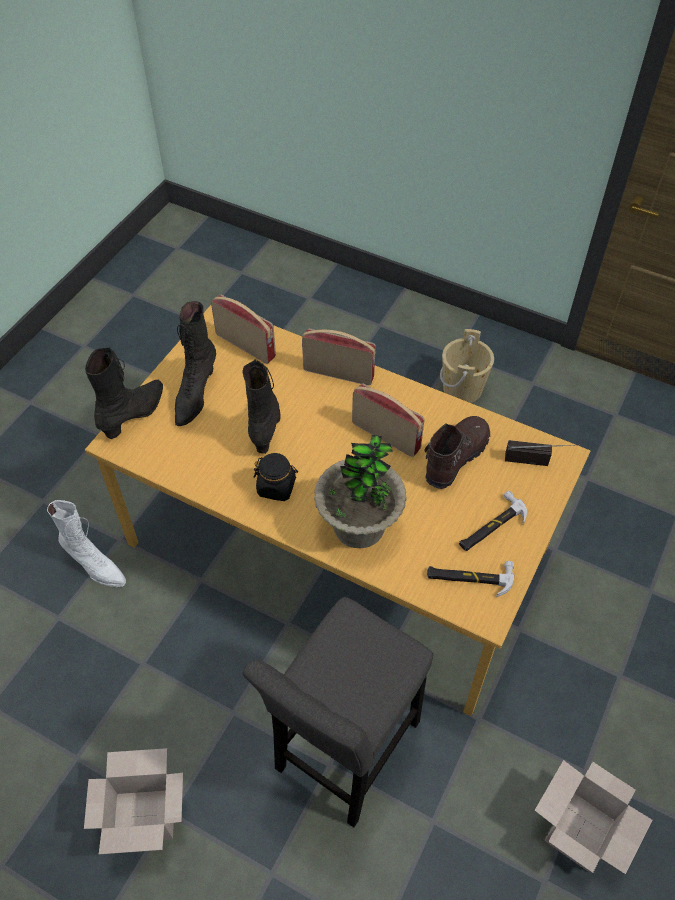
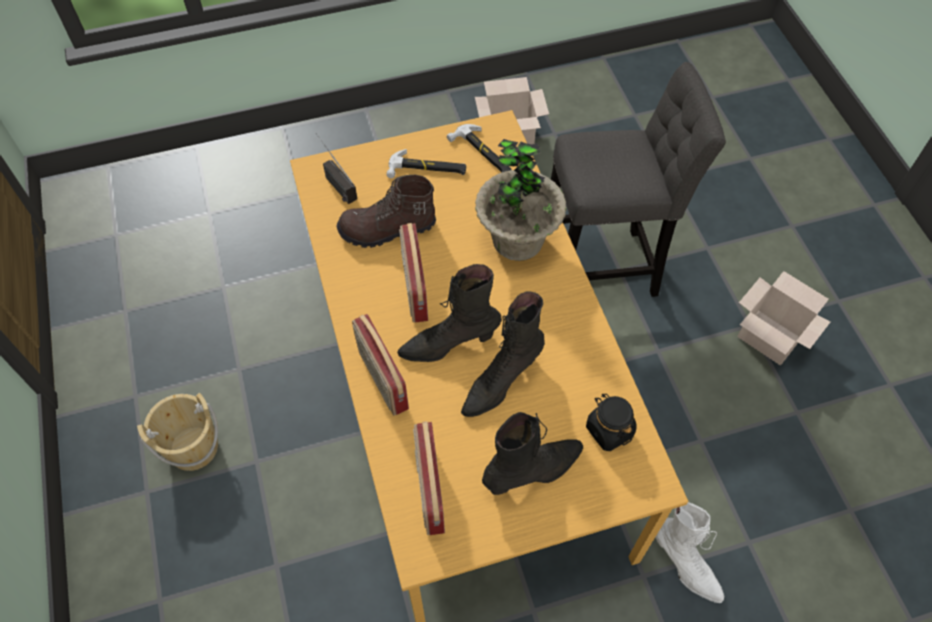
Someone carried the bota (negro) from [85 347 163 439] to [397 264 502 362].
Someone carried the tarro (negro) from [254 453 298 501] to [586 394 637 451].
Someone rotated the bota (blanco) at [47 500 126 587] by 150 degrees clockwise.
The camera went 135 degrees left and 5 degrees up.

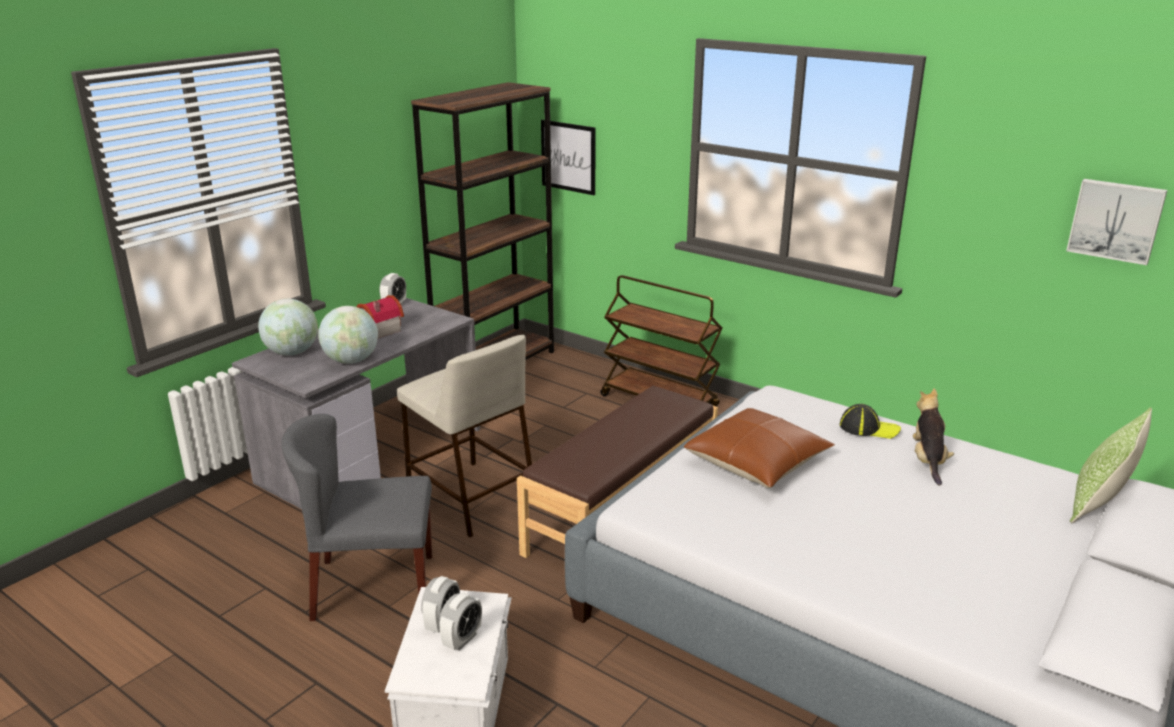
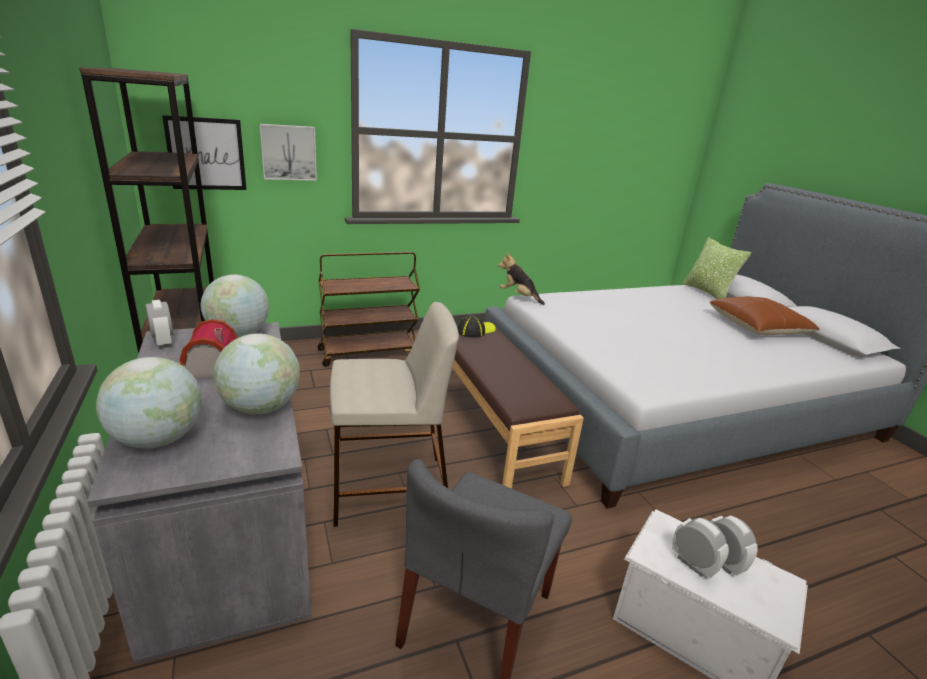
Someone put down the globo terráqueo at [200 275 269 338].
Someone carried the cuadro from [1066 179 1168 265] to [260 124 317 181].
Someone carried the gorra from [840 404 901 439] to [457 315 495 338].
Someone carried the peluche from [913 388 954 486] to [498 253 545 305].
Someone carried the cojín (marrón) from [684 408 835 488] to [709 296 820 335].
The camera went 60 degrees left and 0 degrees up.

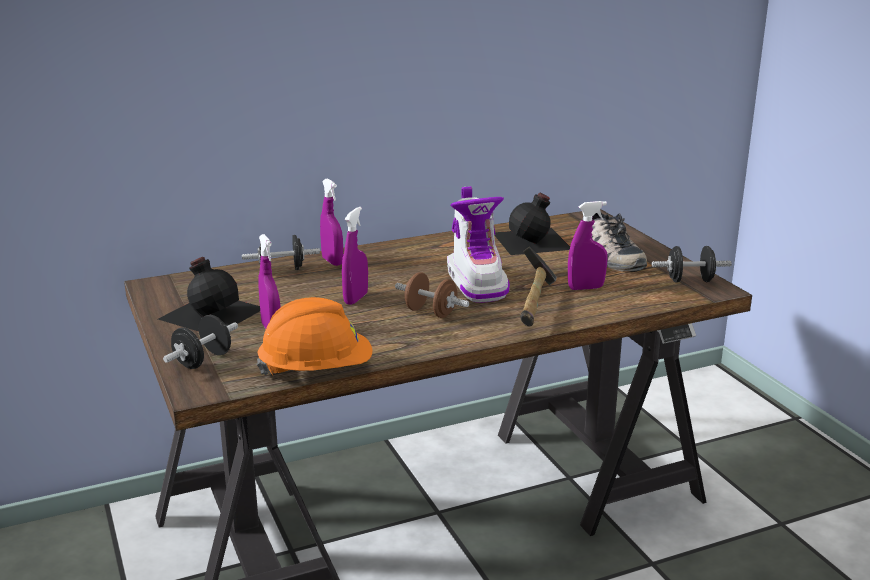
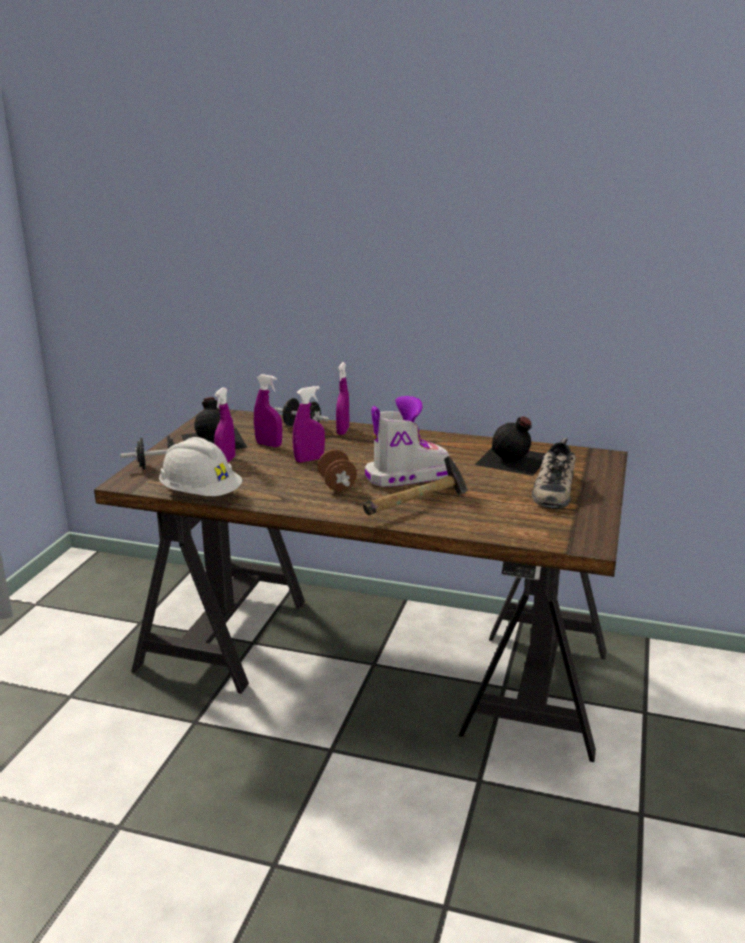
Someone repainted the casco (naranja) at [257 297 372 375], which became the casco (blanco) at [159 437 242 496].
Someone carried the pulverizador (morado) from [568 201 608 290] to [254 374 282 447].
Someone rotated the bota at [447 186 510 303] by 135 degrees counterclockwise.
Someone took away the mancuerna (negro) at [652 246 732 283].
The camera went 40 degrees right and 0 degrees up.

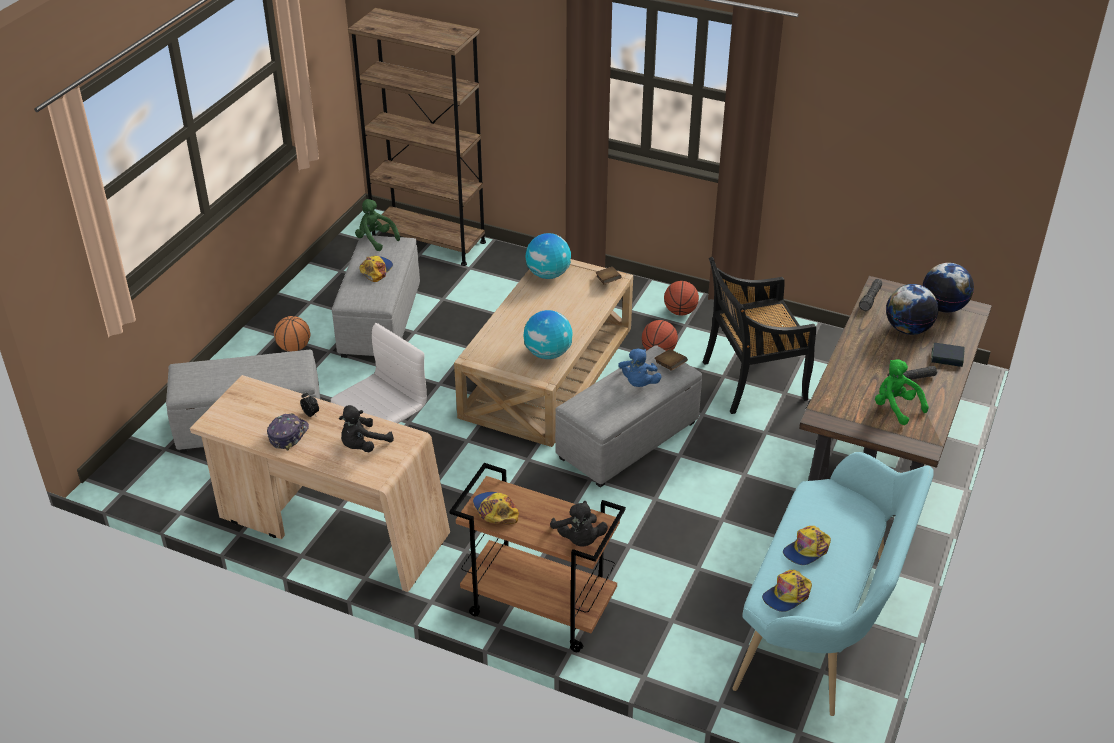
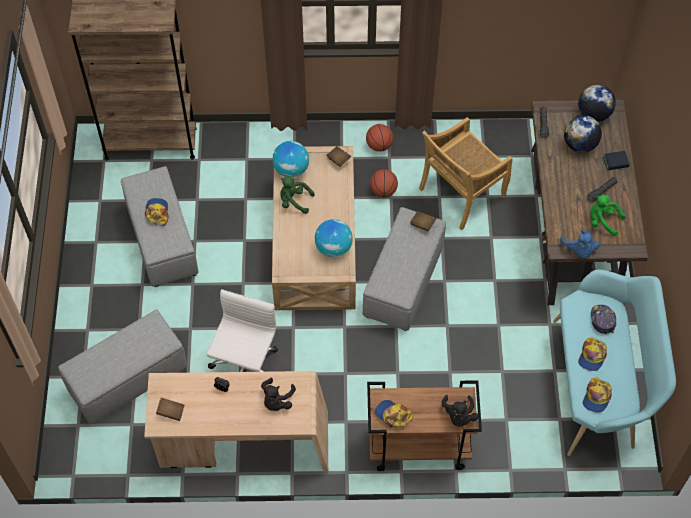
Someone put down the libro (marrón) at [156 398 185 421].
Someone carried the peluche (verde) from [355 199 400 251] to [280 176 315 214].
Someone repainted the silla (negro) at [703 257 816 414], which became the silla (beis) at [419 117 512 230].
Someone rotated the peluche (negro) at [550 501 608 547] by 45 degrees clockwise.
Someone carried the peluche (azul) from [618 348 662 387] to [561 229 600 258].
Someone carried the gorra from [267 413 309 450] to [591 305 616 334].
Someone took away the balón de baloncesto at [274 316 310 352].
The camera went 25 degrees left and 20 degrees up.

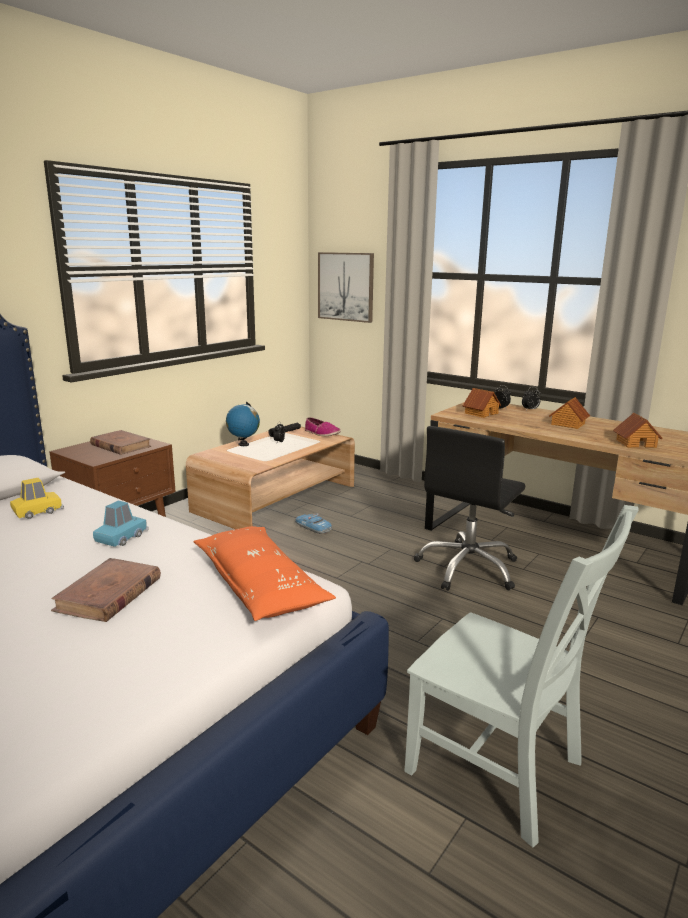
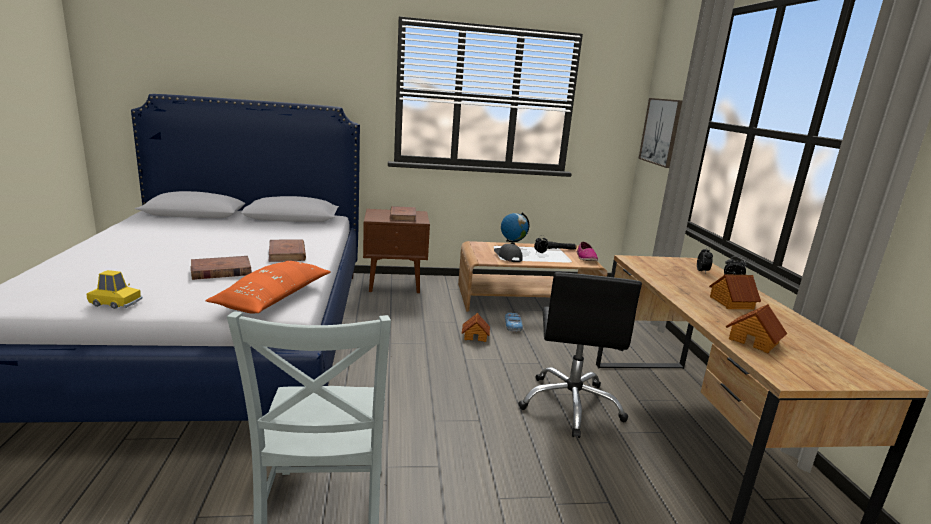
Someone carried the coche de juguete (amarillo) from [10 478 64 519] to [87 270 142 309].
Someone swapped the coche de juguete (azul) at [93 501 149 547] for the libro (marrón) at [268 239 306 262].
Someone carried the casita from [463 388 501 418] to [462 313 490 342].
Someone put down the gorra (gris) at [494 244 523 262].
Someone rotated the silla de oficina (negro) at [414 426 525 591] by 75 degrees counterclockwise.
The camera went 45 degrees right and 0 degrees up.

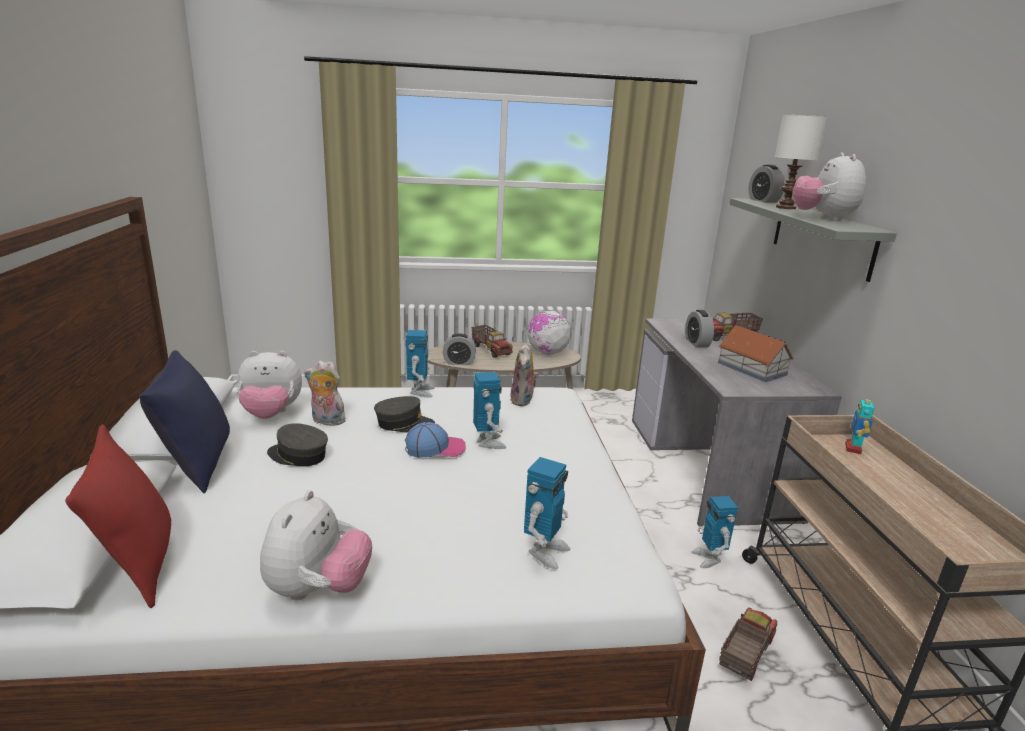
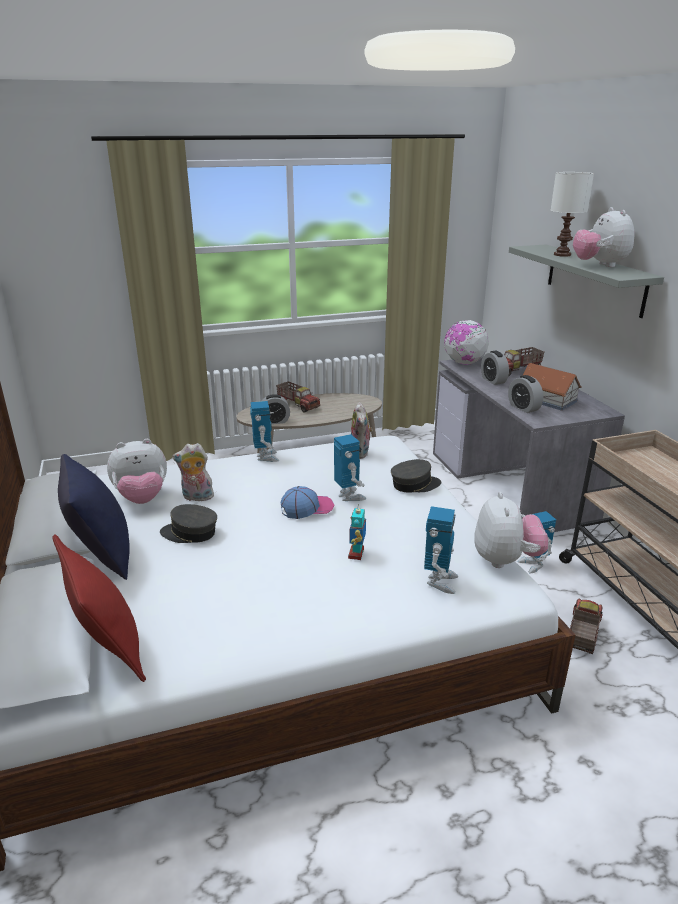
Someone carried the robot de juguete from [845 394 874 454] to [348 507 366 560].
Someone carried the gorra (gris) from [374 396 435 432] to [391 459 441 492].
Someone carried the globo terráqueo from [527 311 571 355] to [444 320 489 364].
Someone carried the peluche from [260 490 372 600] to [474 492 548 568].
Someone carried the despertador from [749 165 785 203] to [508 375 543 413].
The camera went 10 degrees left and 5 degrees up.

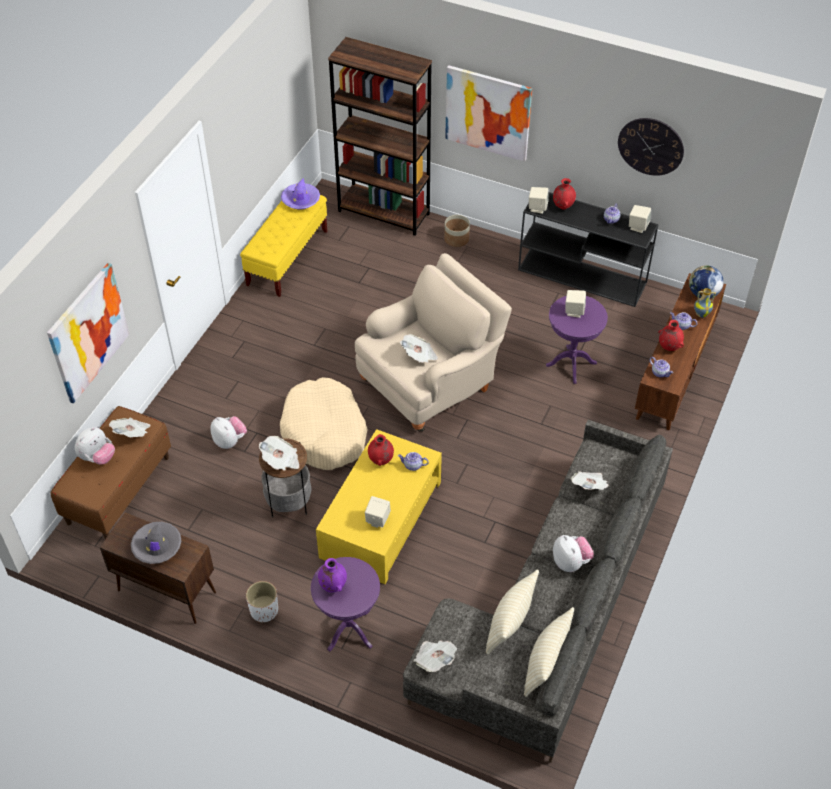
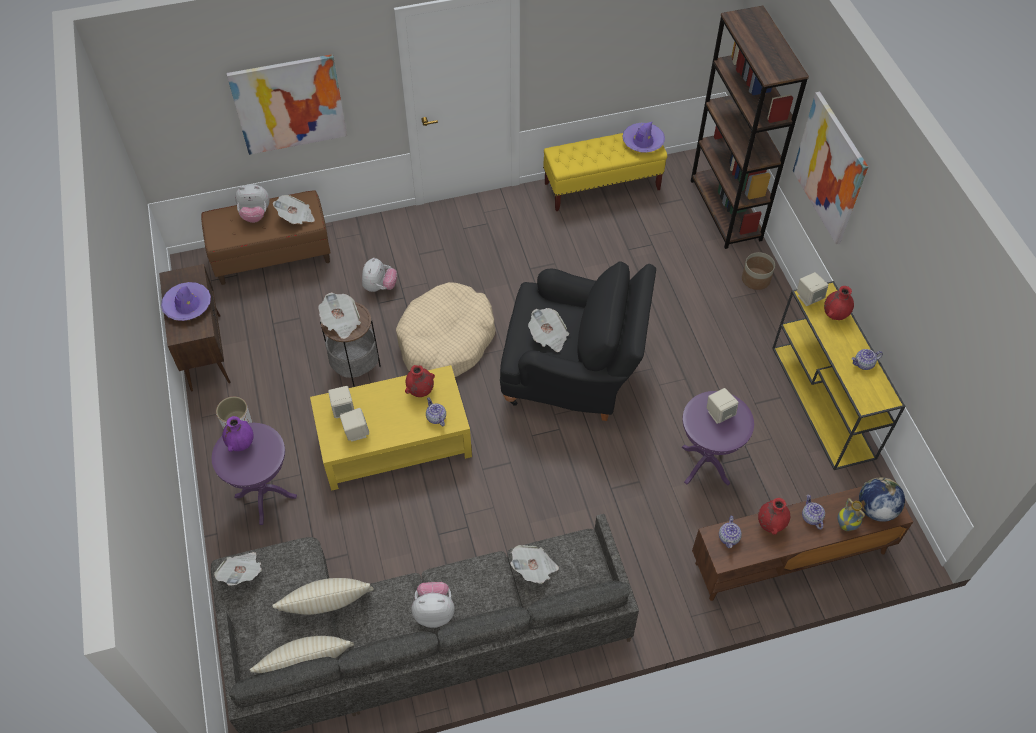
Someone repainted the sombrero (gris) at [131 522 181 564], which became the sombrero (morado) at [161 282 211 321].
Someone carried the altavoz (beis) from [629 205 651 233] to [328 386 354 418].
Someone rotated the peluche at [553 535 594 572] by 120 degrees counterclockwise.
Someone repainted the sillón (beis) at [355 253 512 431], which became the sillón (negro) at [500 261 656 421].
Someone repainted the mesa consola (negro) at [518 192 659 307], which became the mesa consola (amarillo) at [772 281 905 470].
Someone took away the reloj de pared at [618 118 684 176].
The camera went 50 degrees right and 5 degrees up.

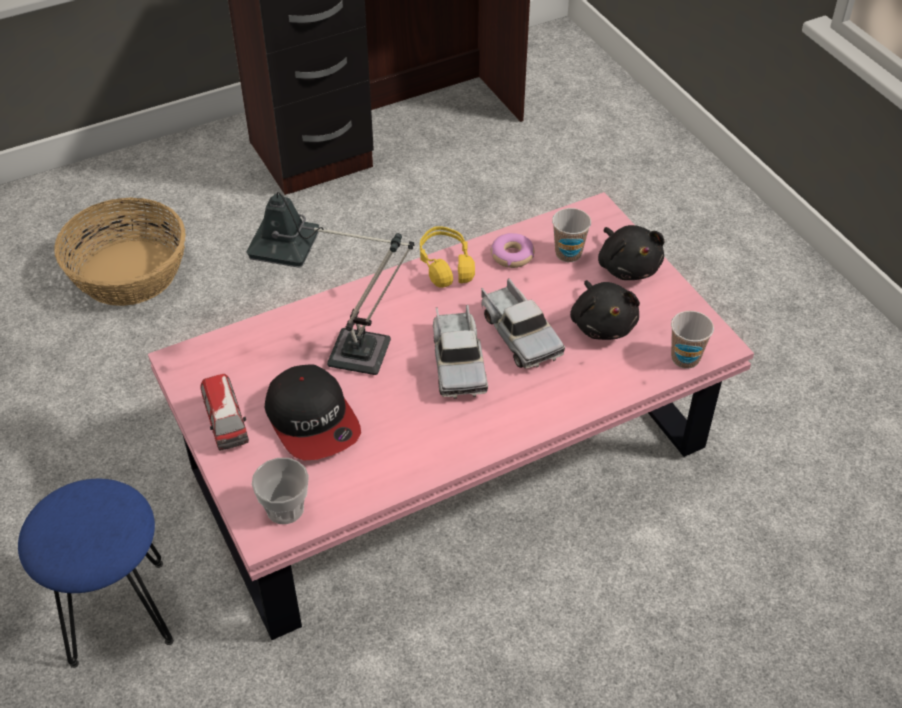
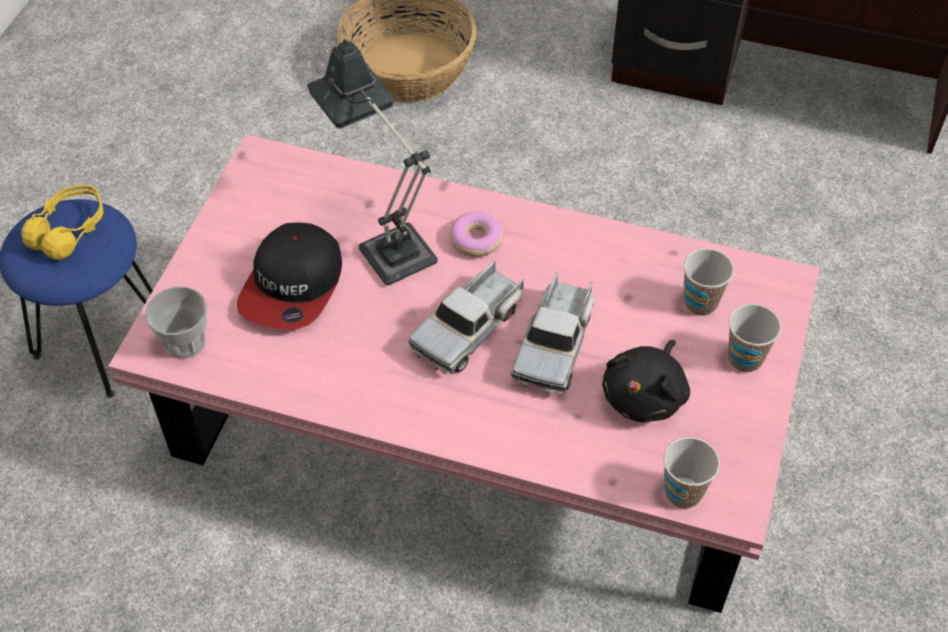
Someone carried the auriculares (amarillo) from [420 226 475 288] to [21 185 103 260].
Someone carried the rosquilla from [490 233 534 268] to [450 211 503 257].
Someone swapped the peluche (negro) at [598 225 665 280] for the taza at [728 304 781 372].
Someone took away the coche de juguete at [200 374 249 451].
The camera went 45 degrees right and 5 degrees up.

